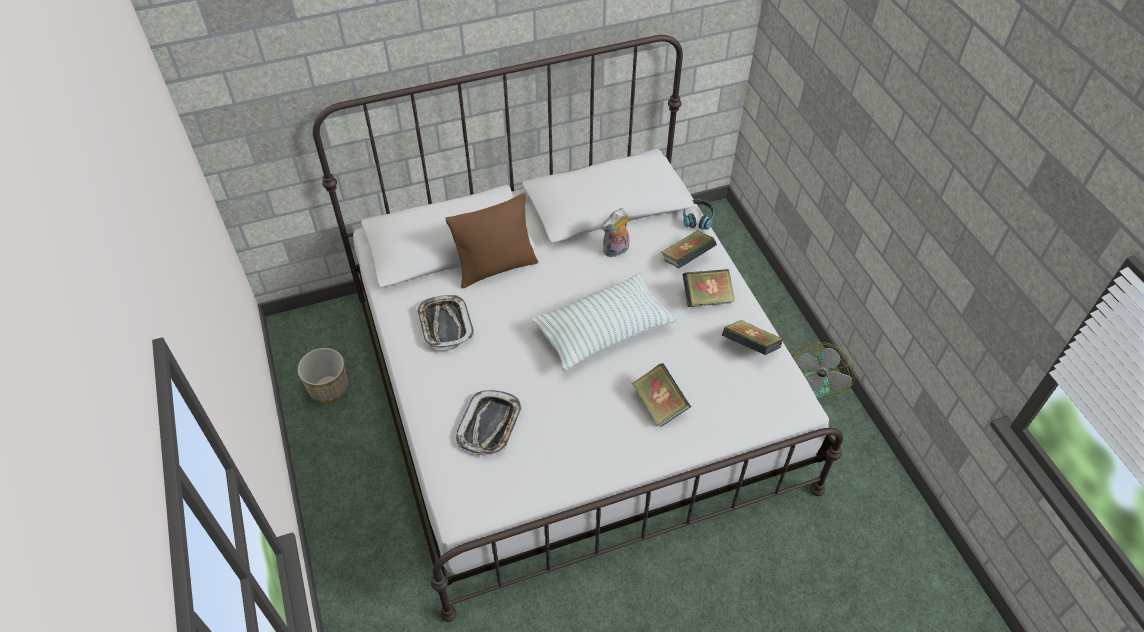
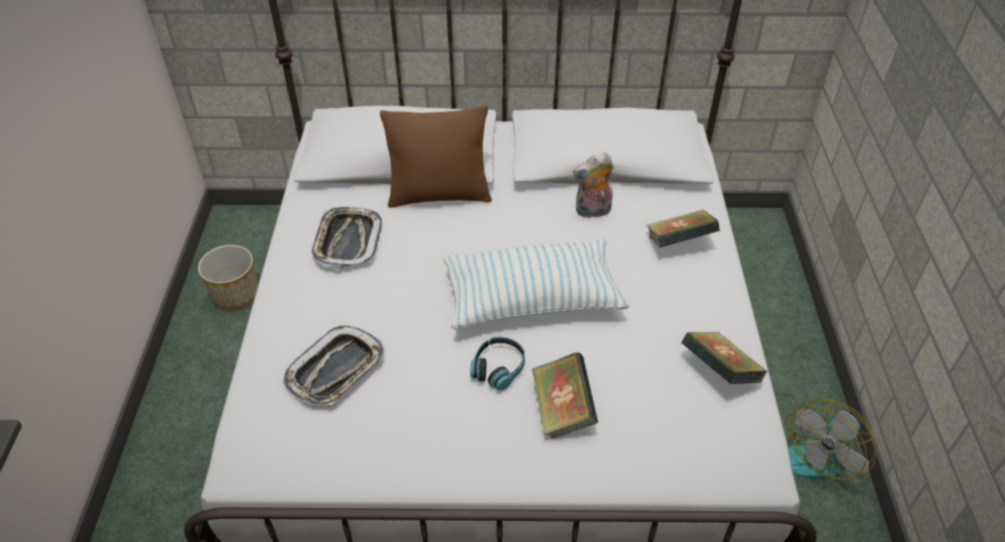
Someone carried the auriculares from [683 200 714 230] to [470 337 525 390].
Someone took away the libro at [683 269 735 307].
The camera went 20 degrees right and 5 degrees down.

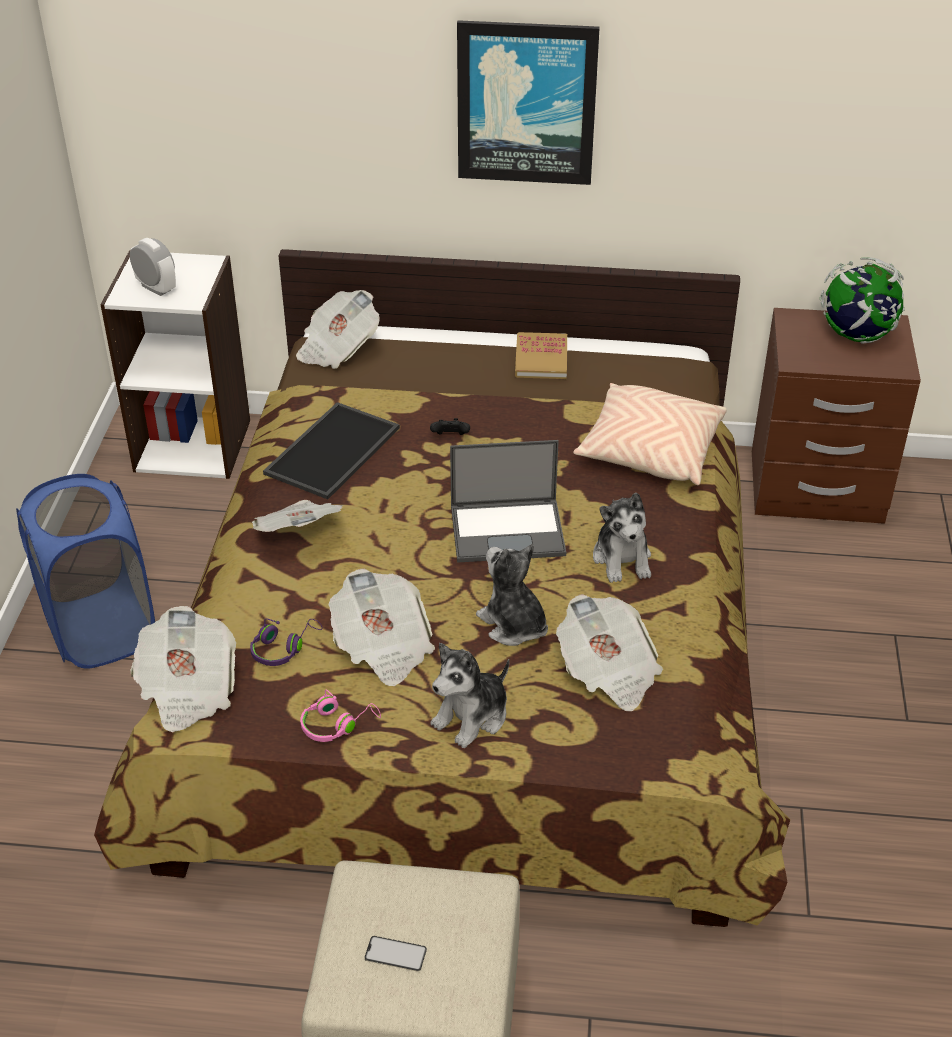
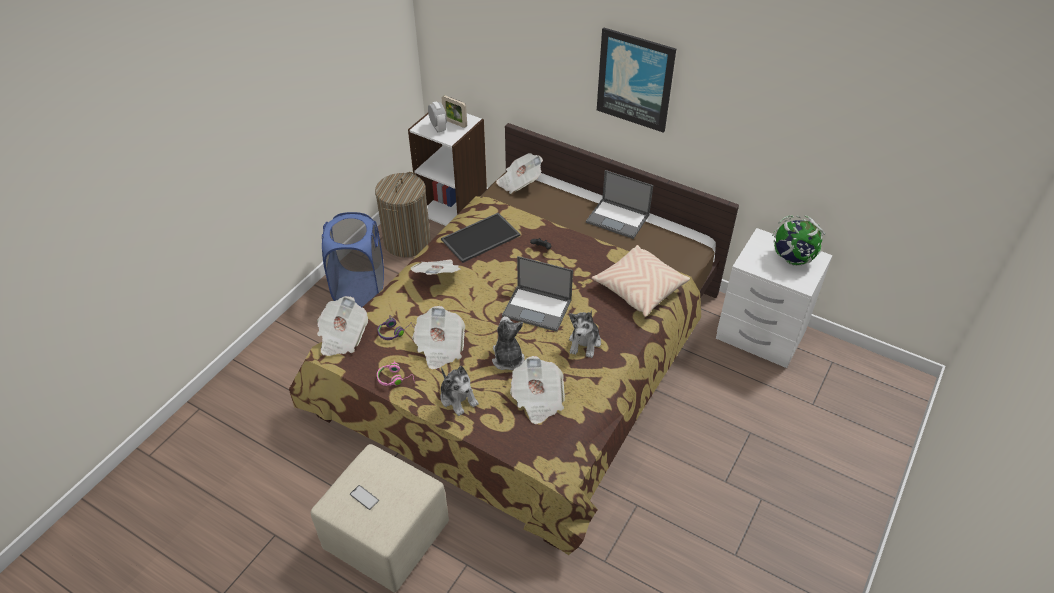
Someone put down the cesto de la ropa at [375 172 431 257].
Someone rotated the peluche at [431 643 509 748] by 105 degrees counterclockwise.
Someone put down the portarretratos at [442 95 467 128].
Someone swapped the libro at [515 332 567 379] for the portátil at [586 170 653 239].
Someone repainted the mesita de noche (marrón) at [752 308 921 524], which became the mesita de noche (blanco) at [716 228 833 368].
The camera went 25 degrees right and 5 degrees up.

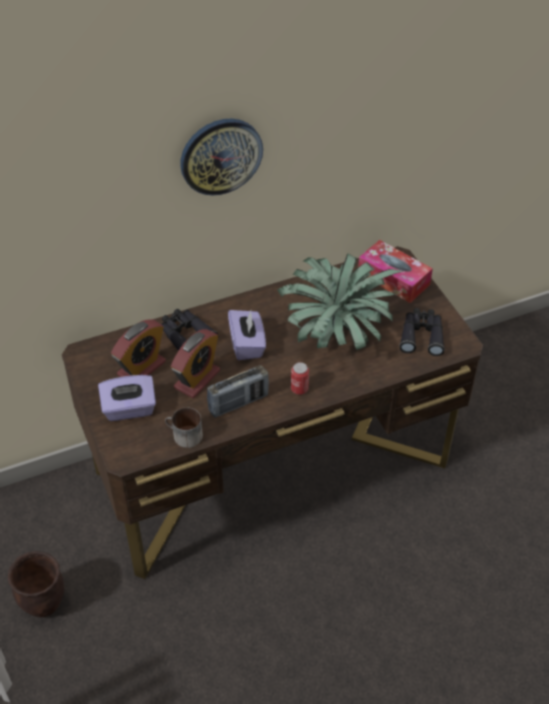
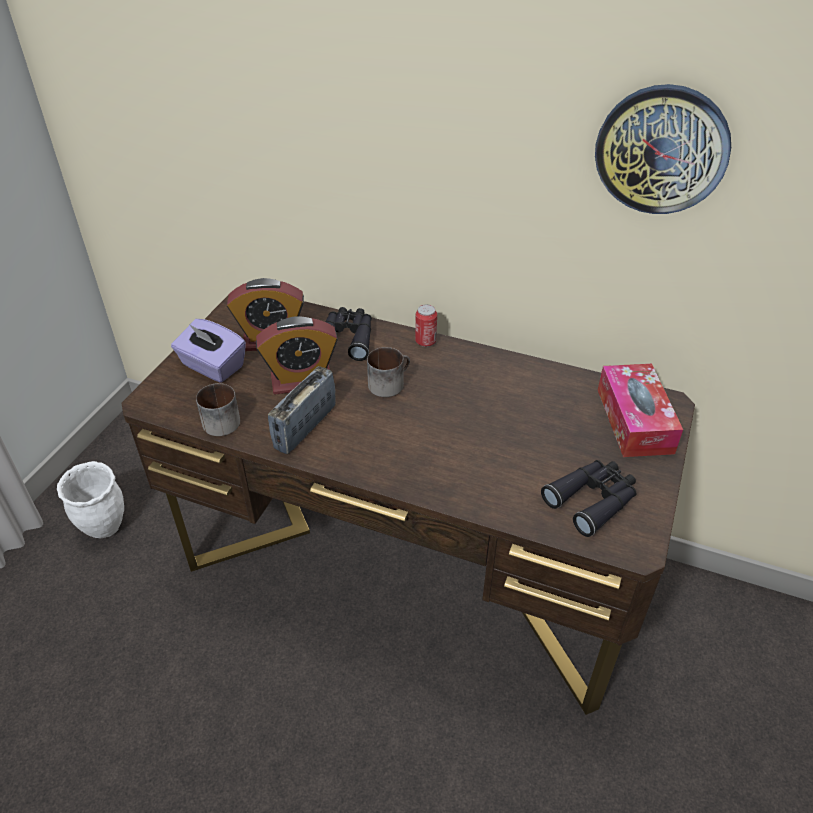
Someone repainted the maceta (marrón) at [8 551 64 617], which became the maceta (blanco) at [57 461 124 538].
Someone rotated the radio at [207 365 269 418] by 105 degrees clockwise.
Someone swapped the caja de pañuelos (morado) at [228 310 266 360] for the taza grande at [367 347 410 397].
Someone carried the lata from [291 362 309 395] to [415 304 437 347].
Someone carried the reloj de pared from [180 119 263 195] to [595 84 731 214].
Someone took away the planta en maceta at [277 253 403 350].
The camera went 45 degrees right and 5 degrees down.

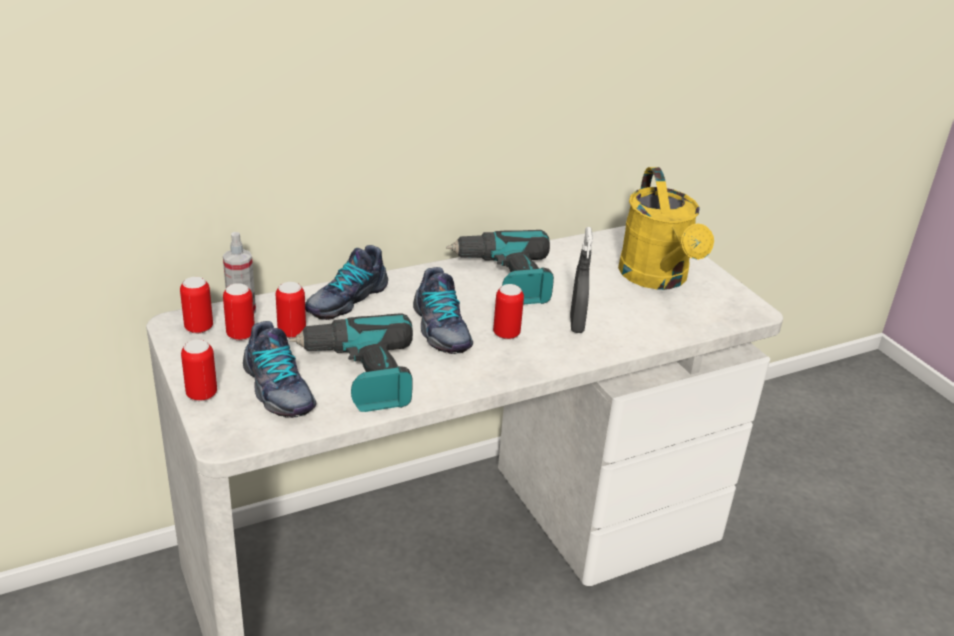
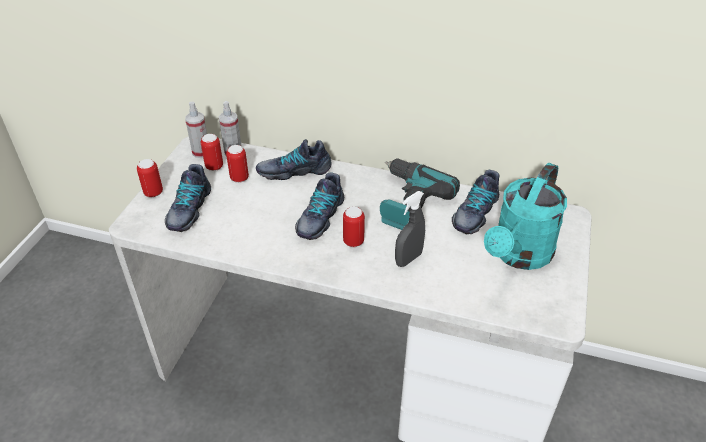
Someone swapped the lata at [180 277 213 334] for the pulverizador at [185 102 207 158].
Someone put down the zapato at [452 170 500 234].
Someone repainted the regadera (amarillo) at [618 167 714 290], which became the regadera (turquesa) at [484 163 567 270].
Someone took away the taladro at [290 313 413 412].
The camera went 45 degrees right and 10 degrees up.

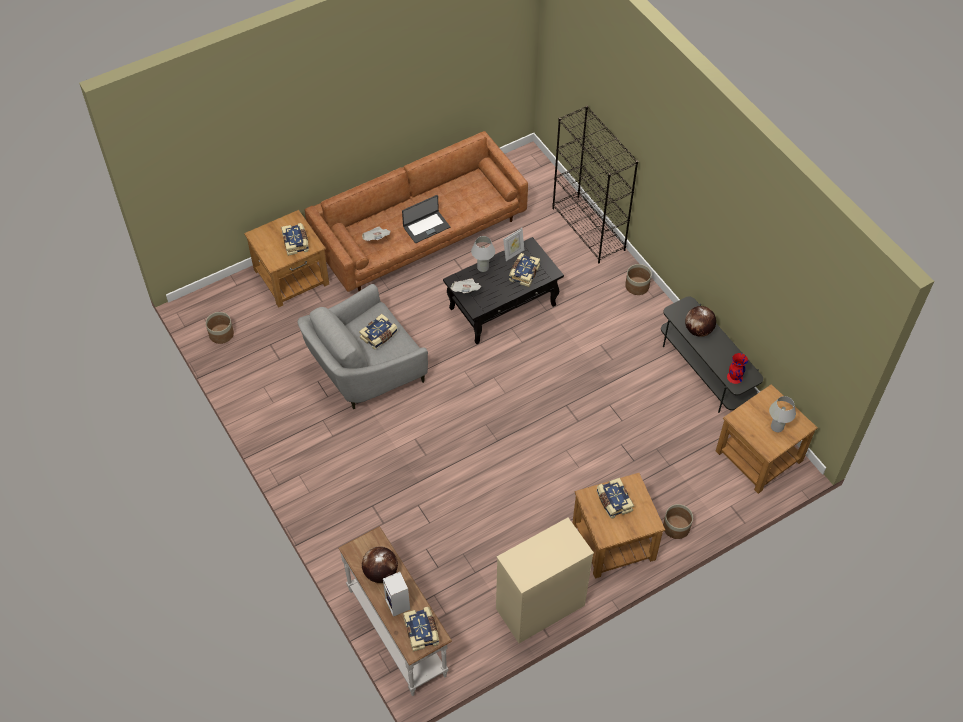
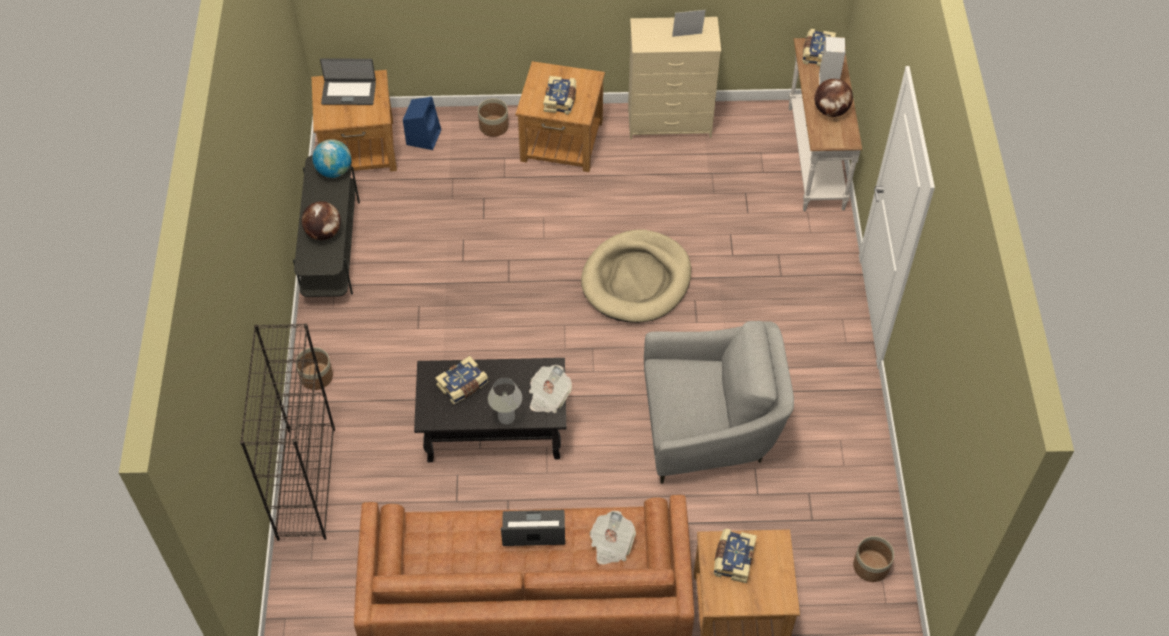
Someone swapped the florero (rojo) at [727 353 748 384] for the globo terráqueo at [313 139 351 178].
Someone swapped the lámpara de mesa (blanco) at [769 396 796 432] for the portátil at [320 58 376 105].
Someone put down the altavoz (azul) at [403 97 441 150].
Someone put down the cama para perro (beis) at [581 230 691 323].
Someone carried the portarretratos from [503 228 525 261] to [672 10 706 37].
Someone took away the libro at [359 314 397 350].
The camera went 150 degrees left and 0 degrees up.

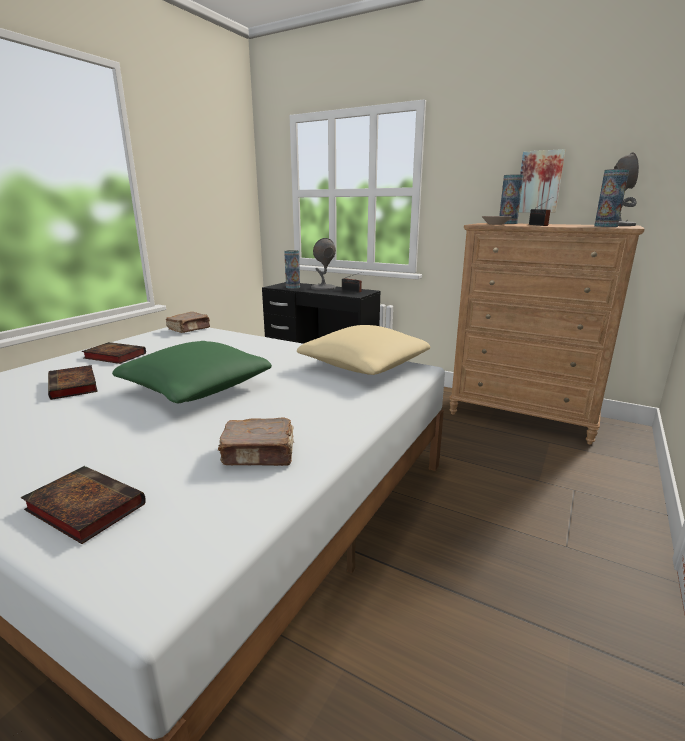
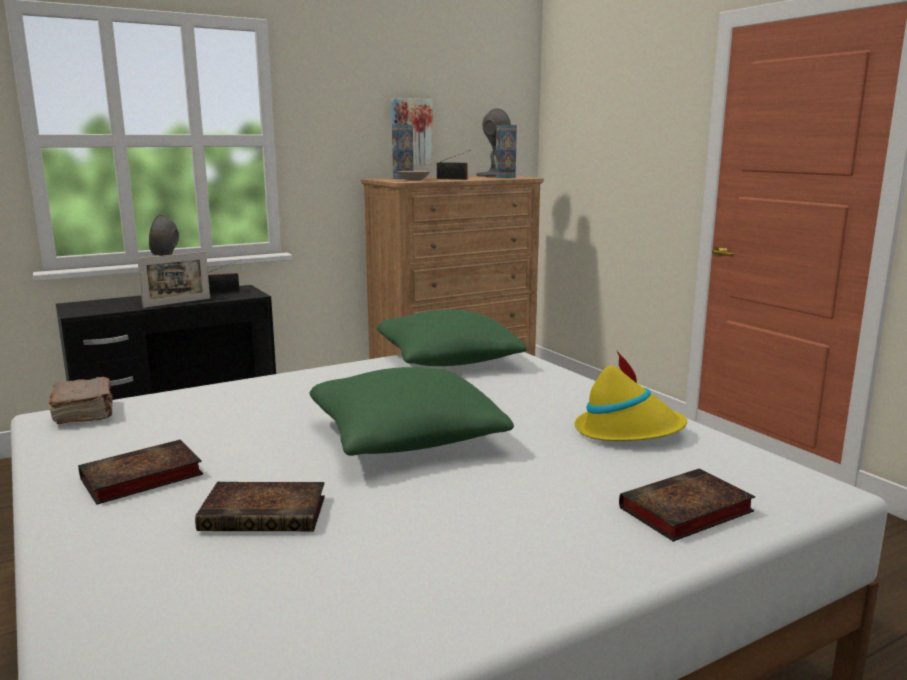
Someone put down the portarretratos at [137 251 210 308].
Someone repainted the cojín (beis) at [297 325 430 375], which became the cojín (verde) at [376 309 527 366].
Someone swapped the libro (marrón) at [218 417 293 466] for the sombrero (amarillo) at [575 351 687 441].
Someone took away the florero at [284 250 300 289].
The camera went 60 degrees left and 5 degrees down.

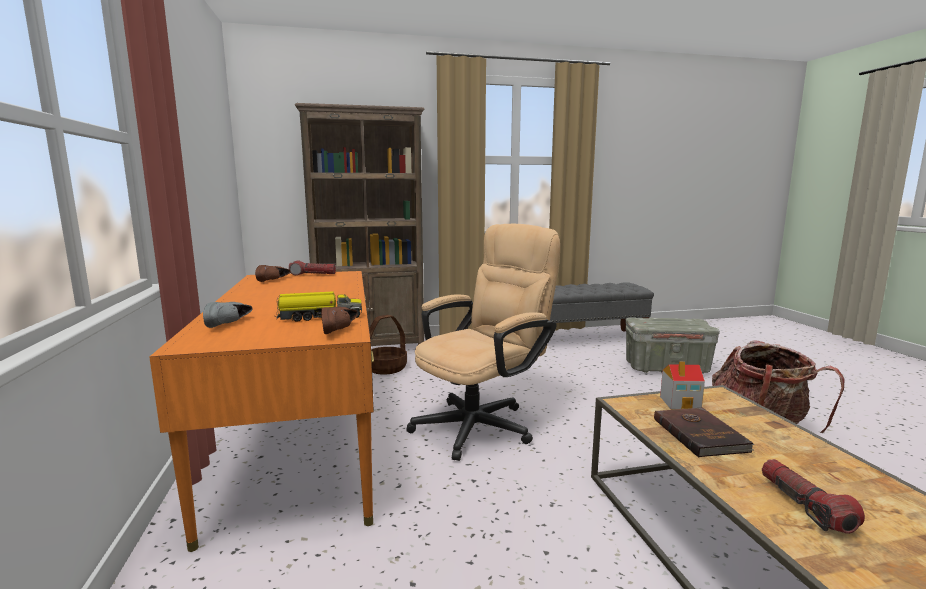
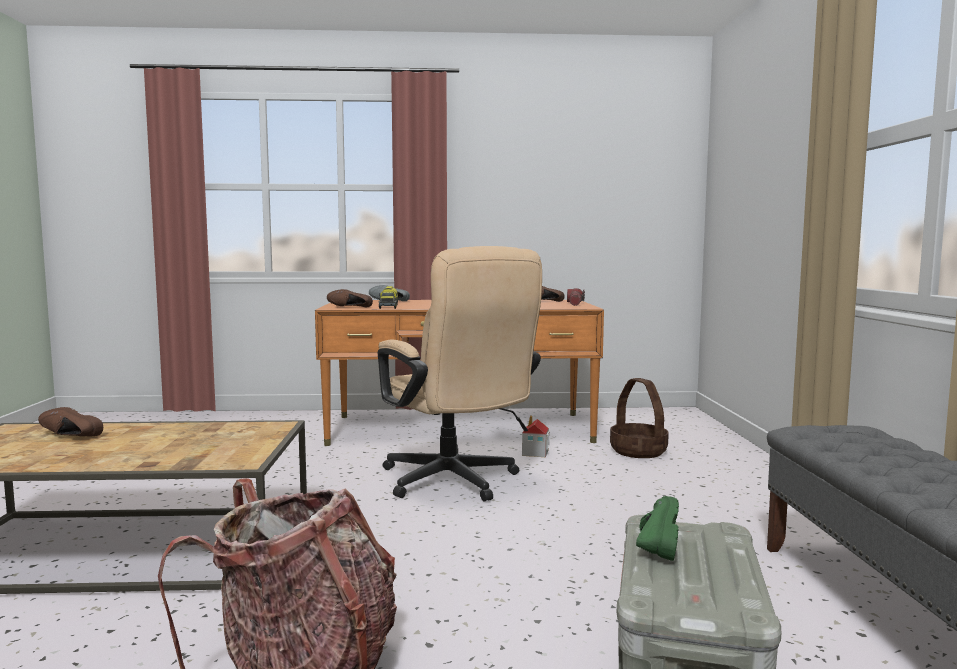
Someone swapped the linterna at [762 459 865 534] for the zapato (marrón) at [38 407 103 437].
Someone carried the casita from [660 361 705 410] to [522 415 550 457].
Someone put down the zapato (verde) at [636 496 679 561].
Someone took away the estantería (marrón) at [295 103 424 346].
Someone took away the libro (marrón) at [654 408 754 457].
The camera went 100 degrees right and 5 degrees down.

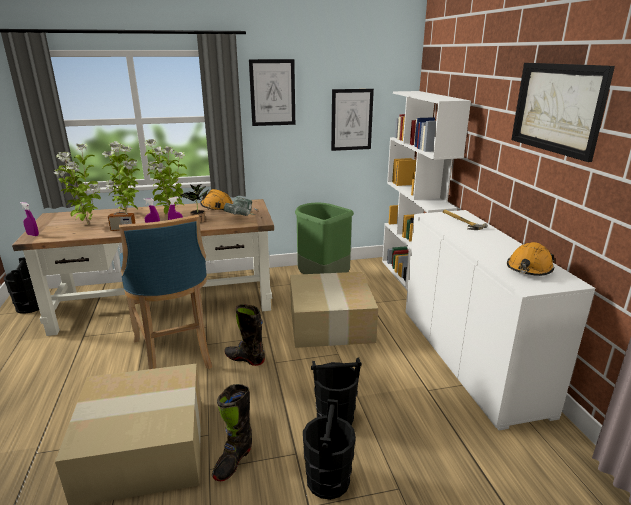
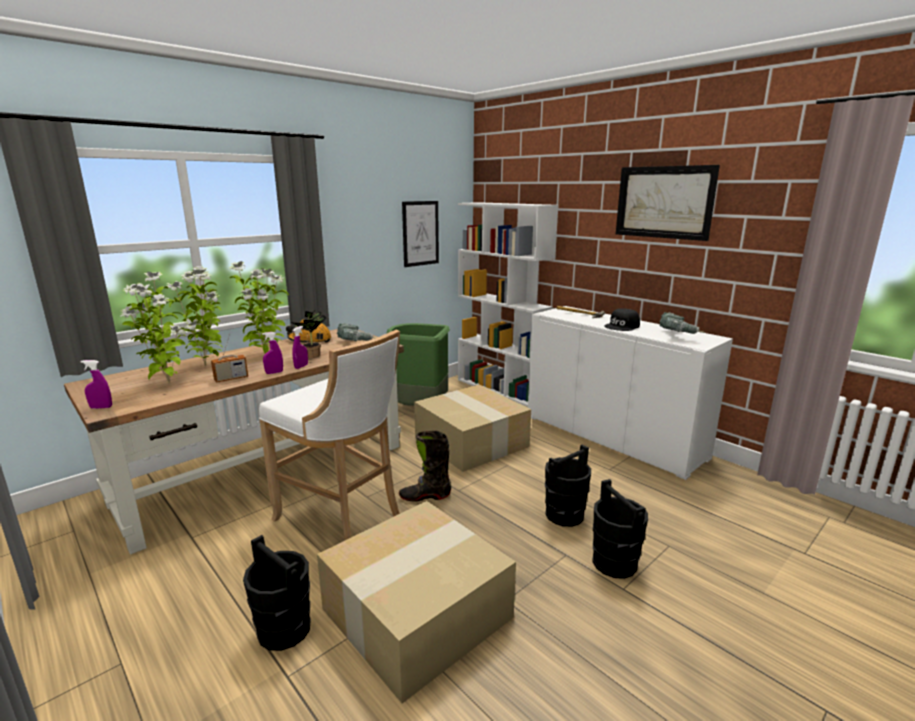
Someone carried the cubo (negro) from [4 257 39 314] to [243 535 311 651].
Someone repainted the taburete (azul) at [119 215 212 369], which became the taburete (blanco) at [259 330 400 541].
Someone put down the gorra (negro) at [604 308 640 331].
Someone swapped the casco (naranja) at [507 242 555 276] for the taladro at [659 312 706 334].
Someone took away the bota (negro) at [212 384 252 481].
Someone took away the cuadro at [249 59 295 126].
The camera went 30 degrees left and 5 degrees down.

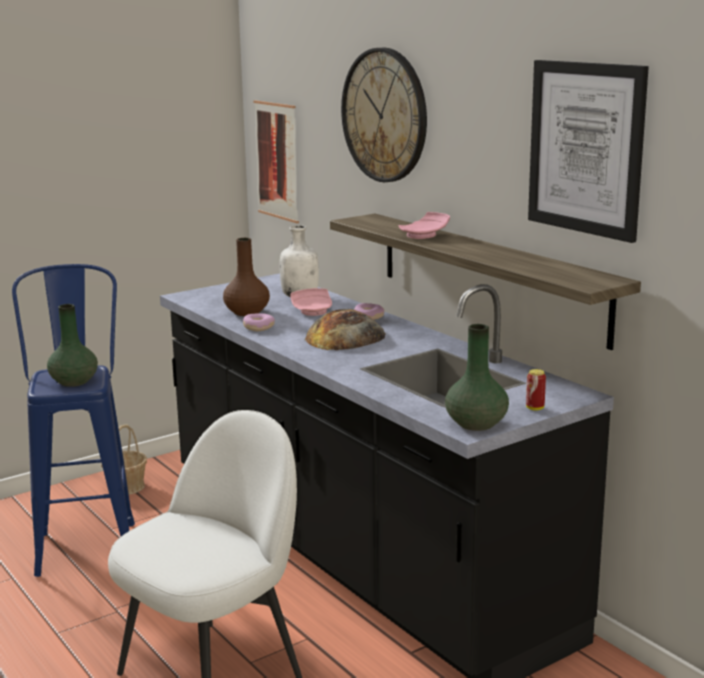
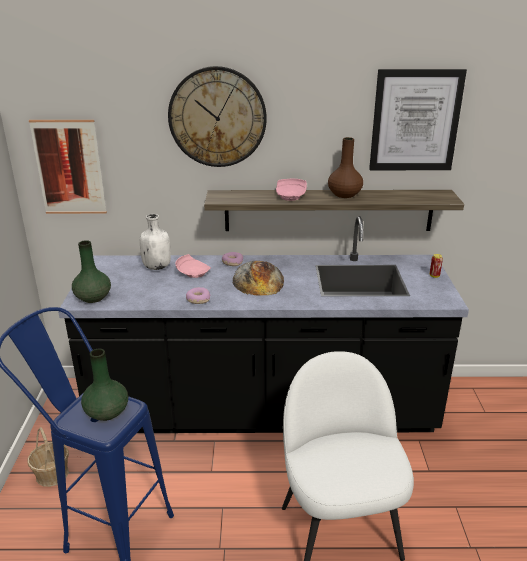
Someone carried the florero (verde) from [445 324 509 431] to [72 240 111 303].
Someone carried the florero (marrón) from [223 238 270 316] to [328 137 363 198].
The camera went 55 degrees left and 10 degrees up.

